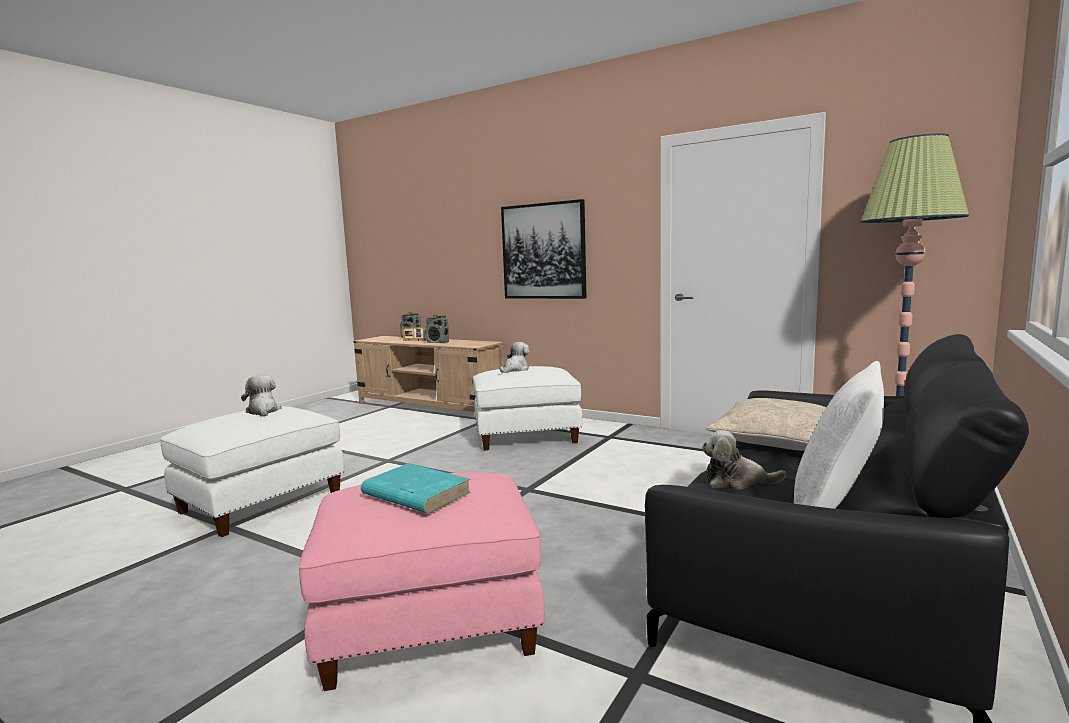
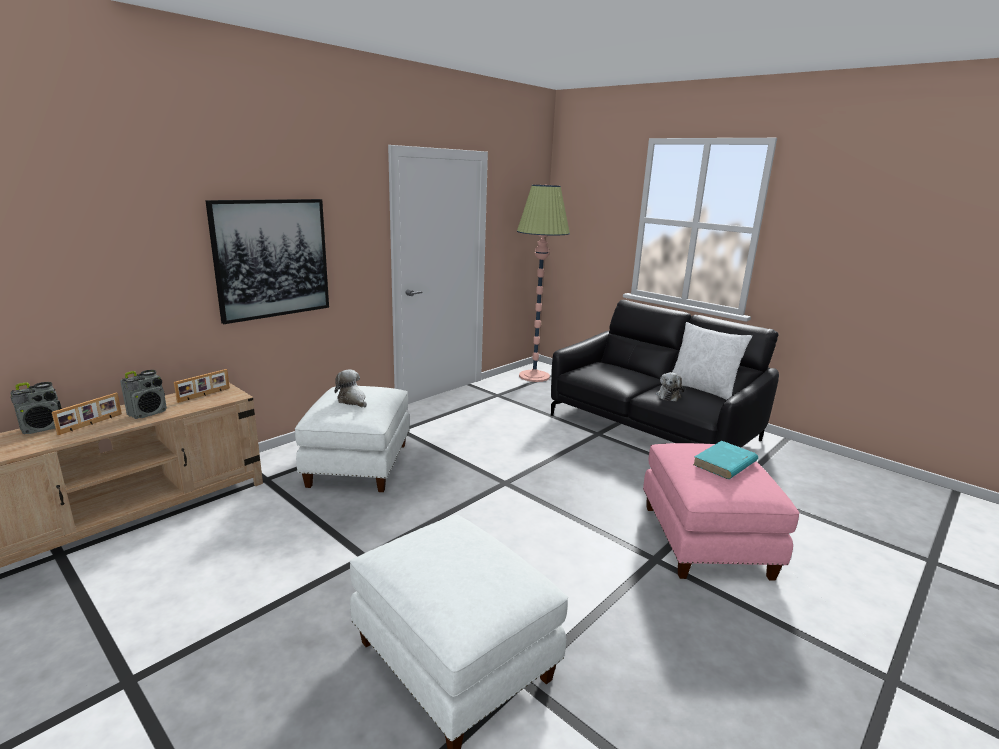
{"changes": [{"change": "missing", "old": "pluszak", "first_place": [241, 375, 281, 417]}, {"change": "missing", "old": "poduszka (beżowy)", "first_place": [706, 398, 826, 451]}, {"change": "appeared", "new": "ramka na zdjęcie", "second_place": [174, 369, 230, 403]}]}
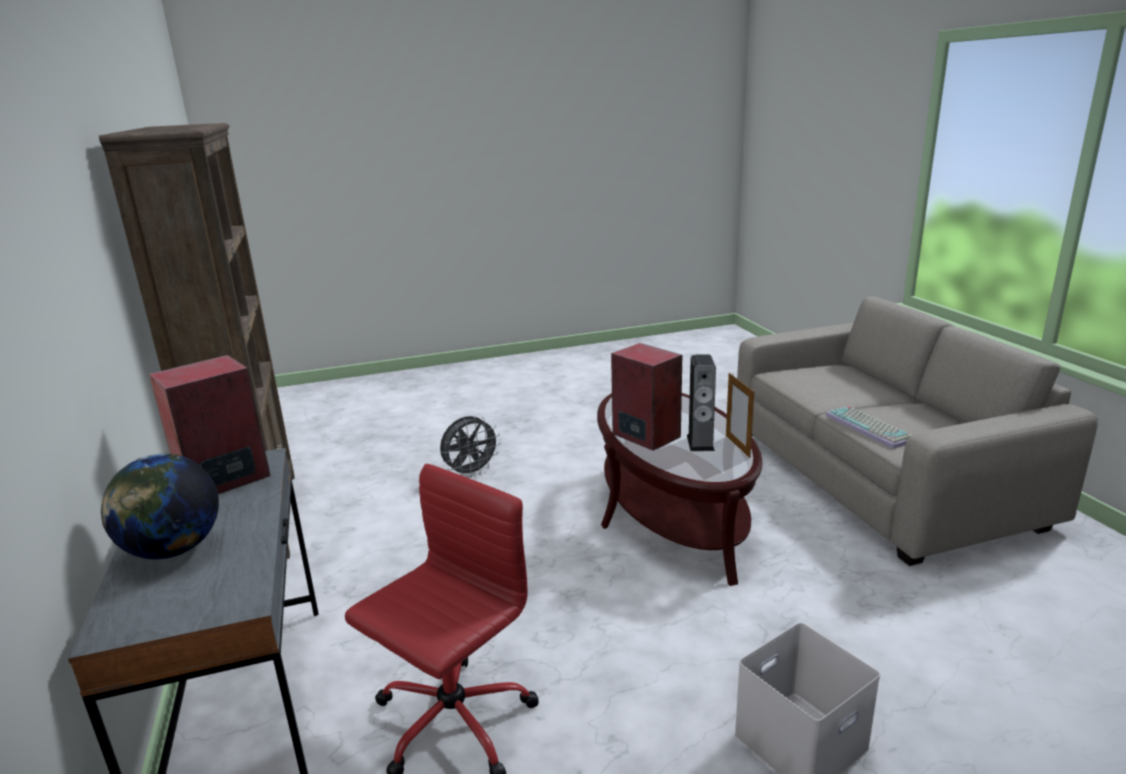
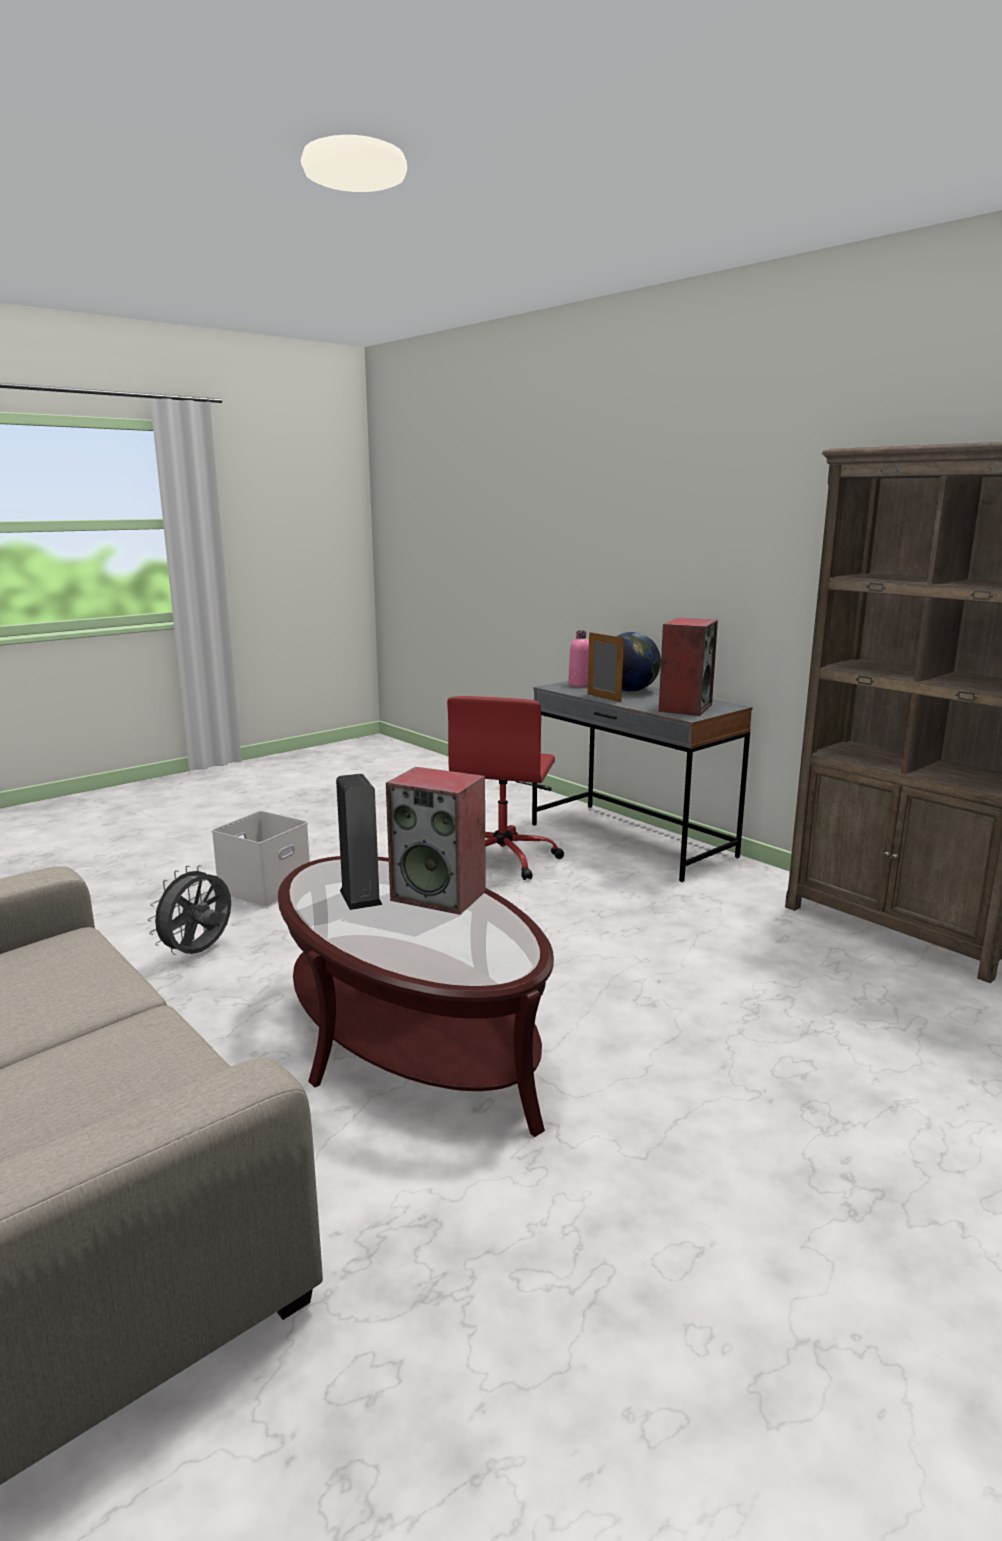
{"changes": [{"change": "missing", "old": "klawiatura", "first_place": [826, 406, 912, 449]}, {"change": "appeared", "new": "butelka (różowy)", "second_place": [568, 630, 589, 687]}, {"change": "relocated", "old": "wentylator (szary)", "first_place": [440, 416, 501, 478], "second_place": [148, 865, 231, 955]}, {"change": "relocated", "old": "ramka na zdjęcie", "first_place": [726, 373, 754, 458], "second_place": [588, 632, 624, 702]}]}
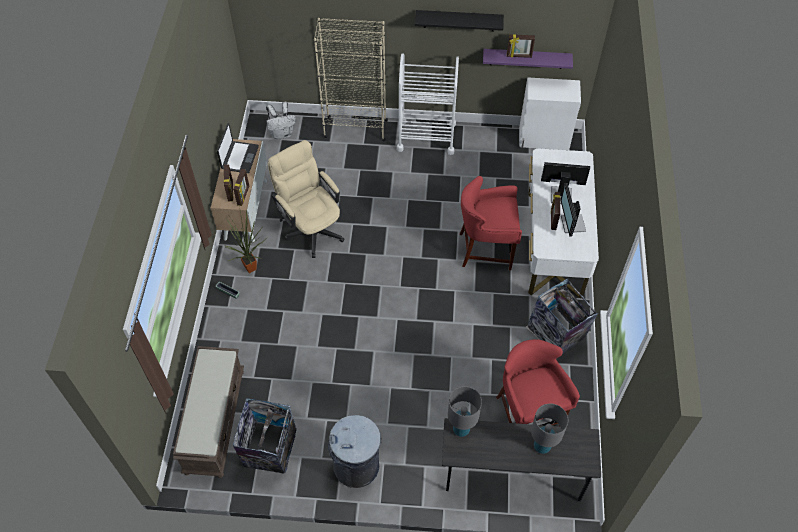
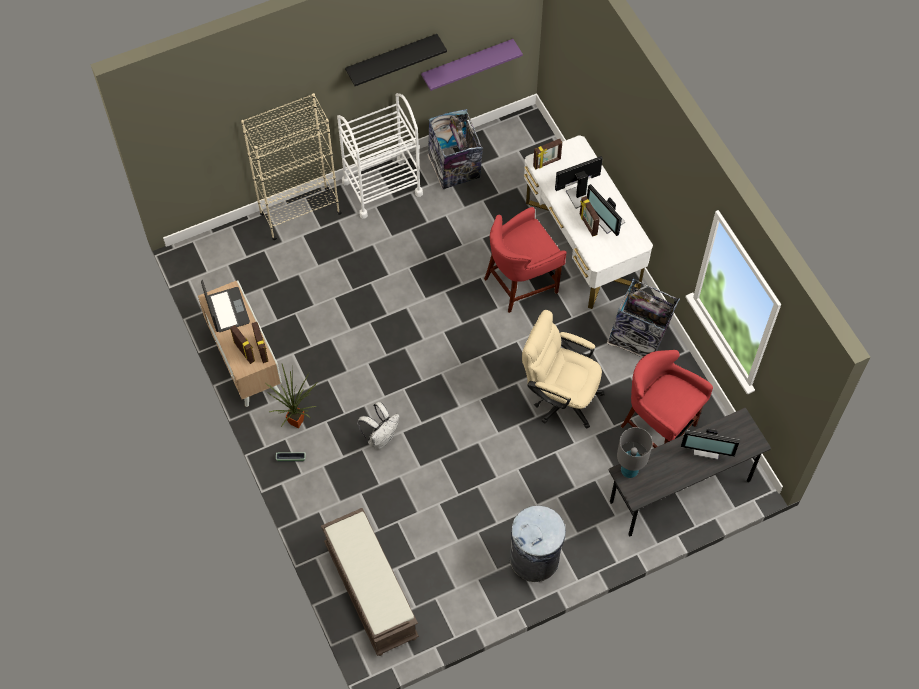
{"changes": [{"change": "missing", "old": "szafka (biały)", "first_place": [519, 77, 581, 150]}, {"change": "relocated", "old": "kosz na śmieci", "first_place": [233, 398, 297, 473], "second_place": [427, 109, 483, 189]}, {"change": "relocated", "old": "plecak (biały)", "first_place": [266, 102, 296, 140], "second_place": [357, 402, 400, 449]}, {"change": "relocated", "old": "krzesło biurowe (beżowy)", "first_place": [268, 140, 344, 258], "second_place": [522, 310, 605, 429]}, {"change": "relocated", "old": "ramka na zdjęcie", "first_place": [507, 34, 535, 58], "second_place": [533, 139, 562, 170]}, {"change": "exchanged", "old": "lampa stołowa (szary)", "new": "monitor", "first_place": [531, 404, 568, 454], "second_place": [681, 428, 740, 460]}]}
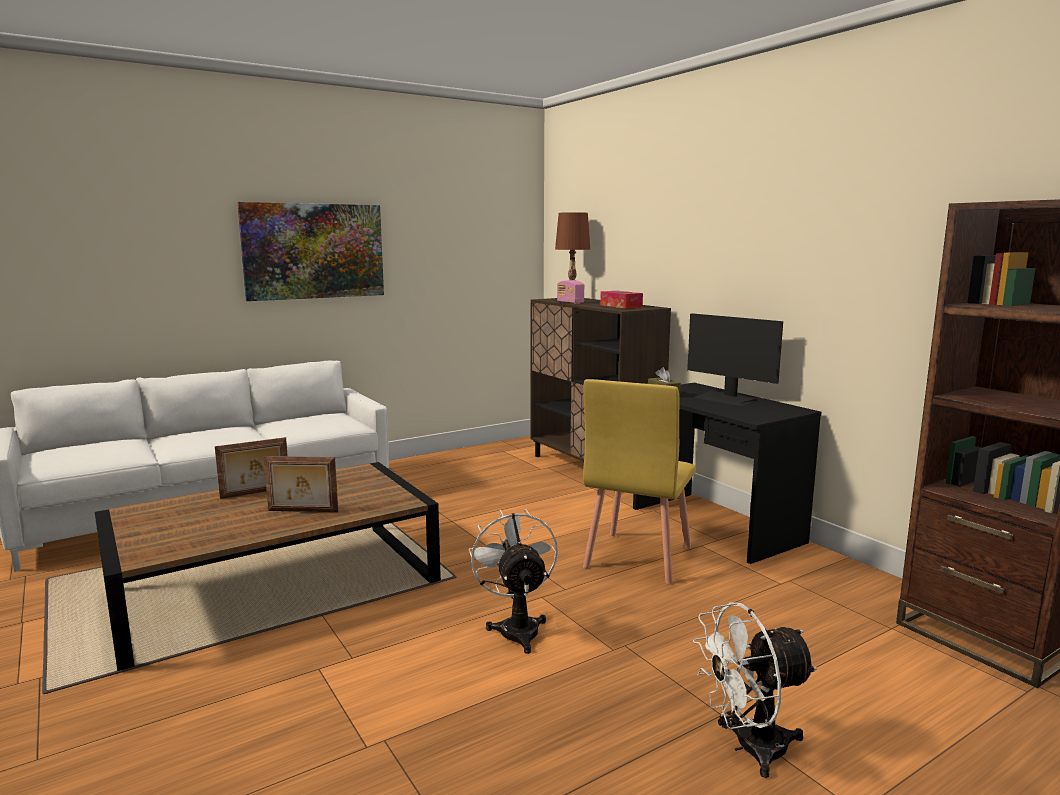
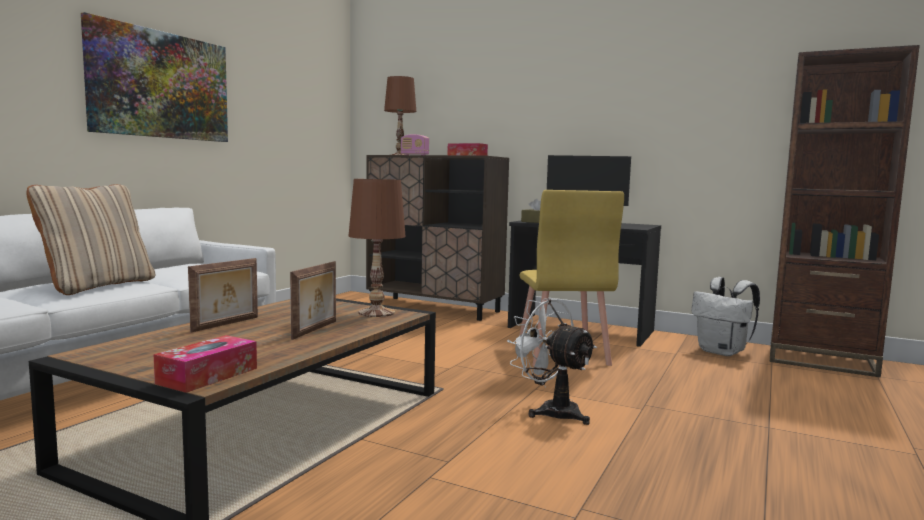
{"changes": [{"change": "missing", "old": "wentylator (biały)", "first_place": [693, 602, 817, 778]}, {"change": "appeared", "new": "poduszka (beżowy)", "second_place": [26, 184, 155, 295]}, {"change": "appeared", "new": "pudełko chusteczek", "second_place": [153, 335, 257, 393]}, {"change": "appeared", "new": "lampa stołowa (brązowy)", "second_place": [349, 179, 406, 317]}, {"change": "appeared", "new": "plecak (biały)", "second_place": [691, 277, 760, 356]}, {"change": "spun", "old": "ramka na zdjęcie", "first_place": [264, 456, 339, 512], "second_place": [290, 261, 336, 340], "degrees": -45}]}
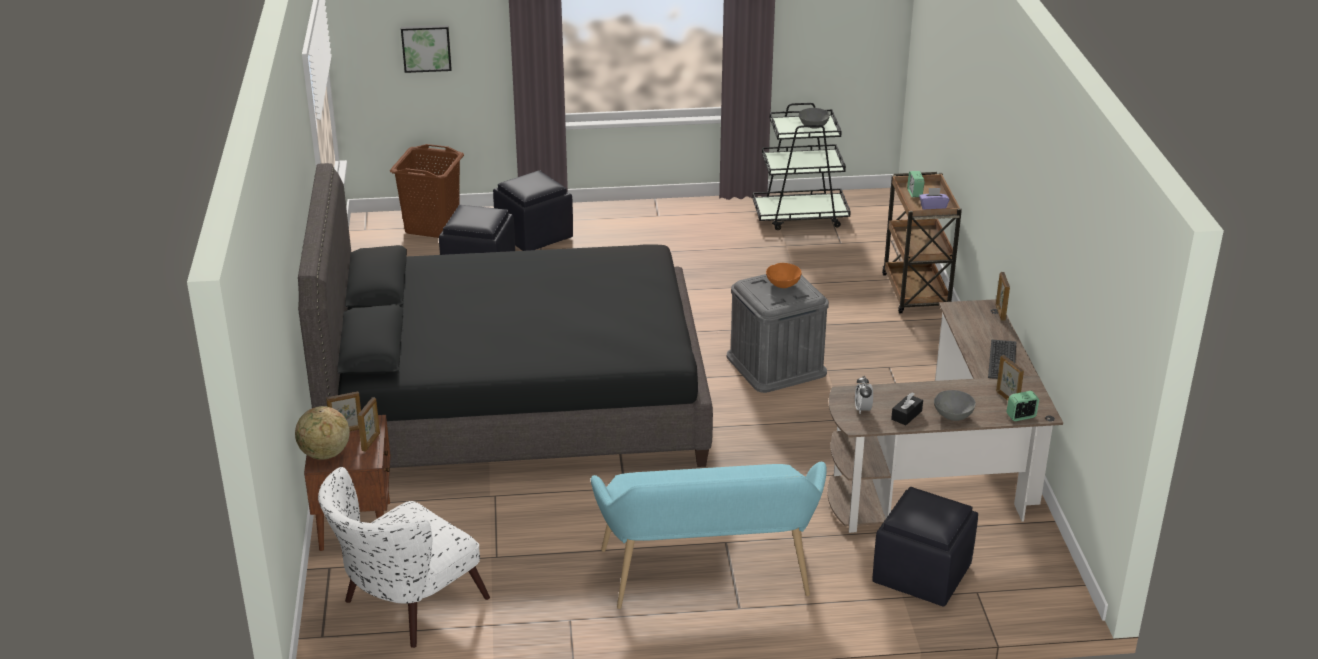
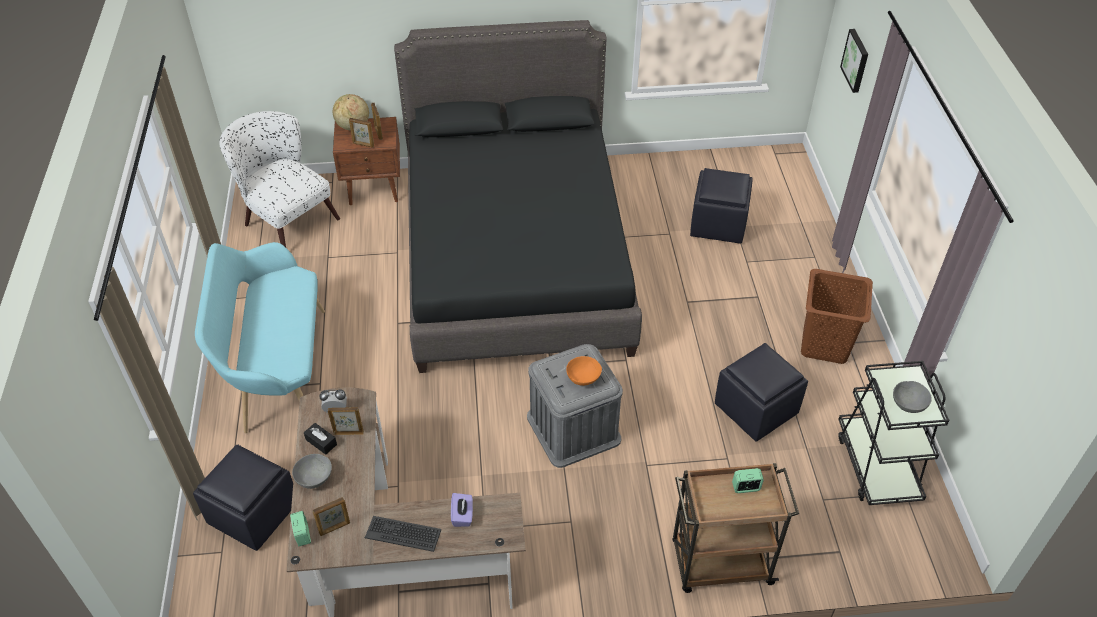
{"changes": [{"change": "relocated", "old": "kosz na pranie (brązowy)", "first_place": [390, 144, 464, 238], "second_place": [801, 269, 873, 364]}, {"change": "relocated", "old": "pufa (czarny)", "first_place": [493, 170, 573, 251], "second_place": [715, 343, 808, 442]}, {"change": "relocated", "old": "pudełko chusteczek (fioletowy)", "first_place": [919, 188, 949, 209], "second_place": [451, 493, 473, 527]}, {"change": "relocated", "old": "ramka na zdjęcie", "first_place": [996, 272, 1010, 321], "second_place": [328, 407, 364, 435]}]}
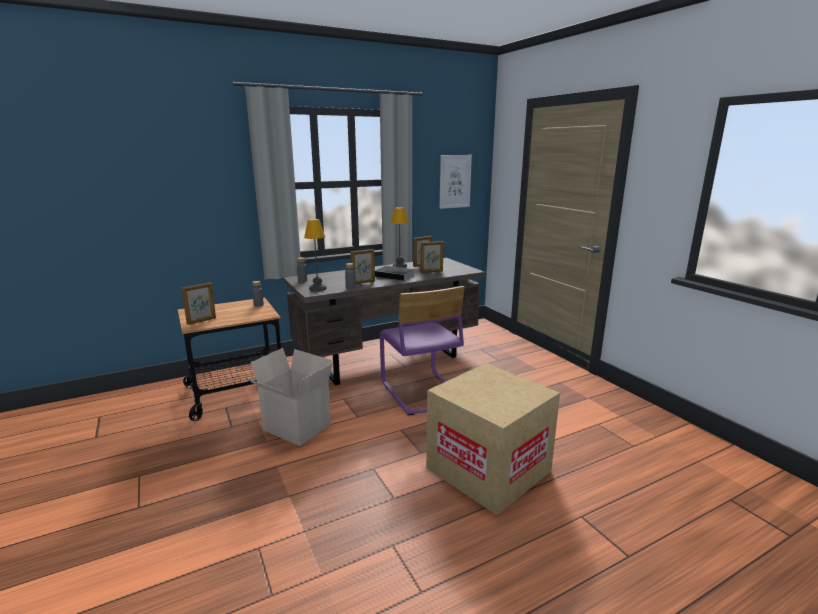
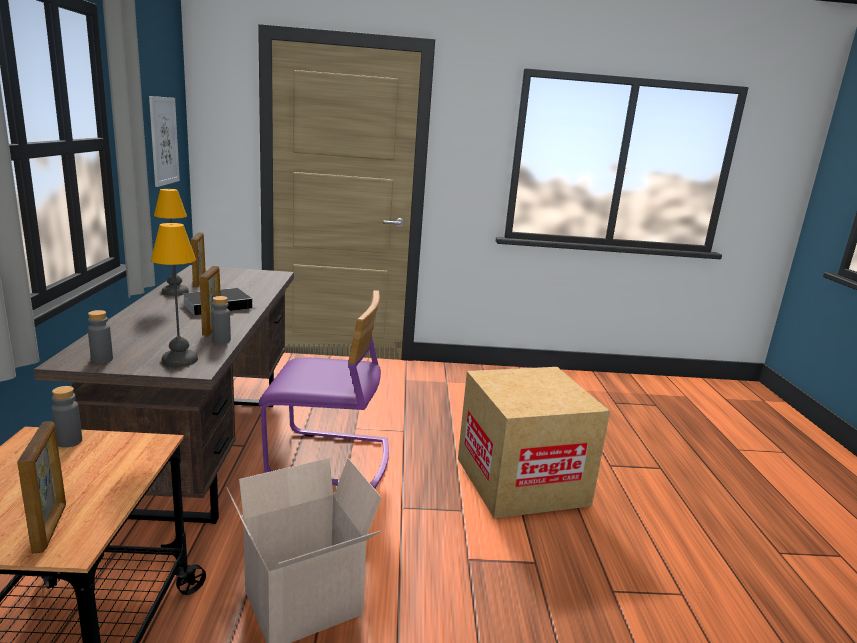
{"changes": [{"change": "missing", "old": "ramka na zdjęcie", "first_place": [420, 241, 444, 273]}]}
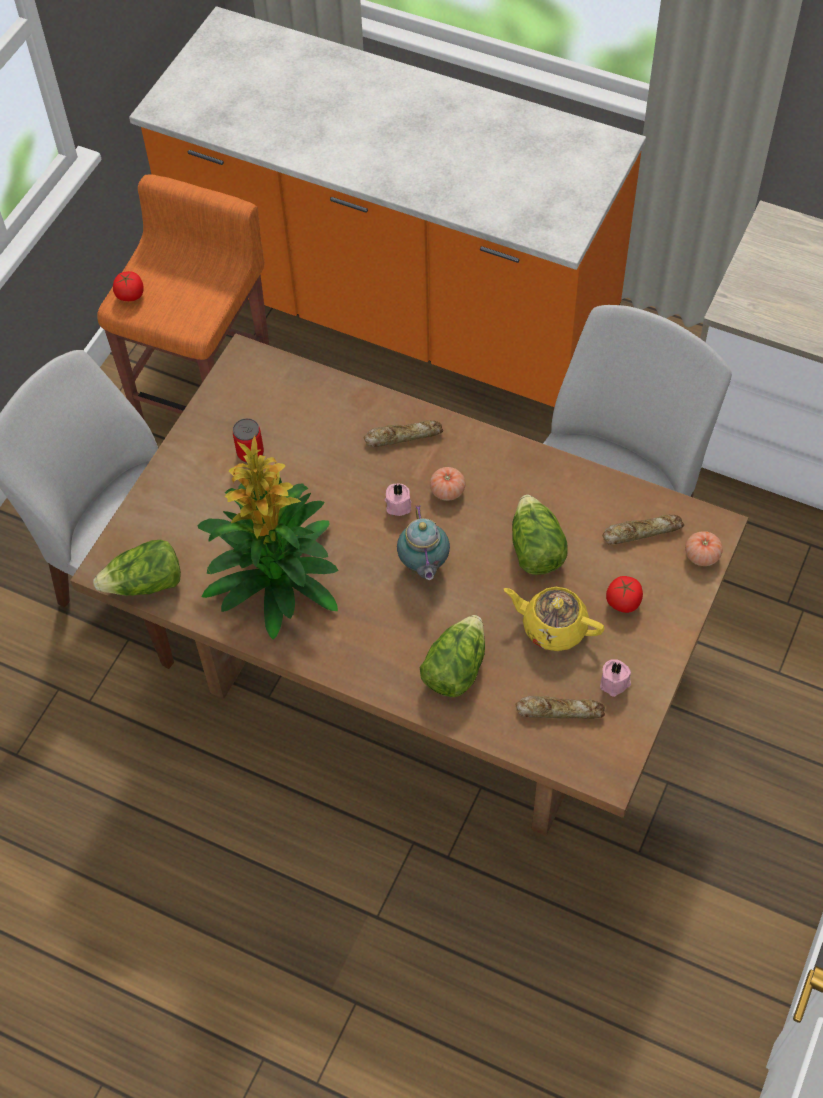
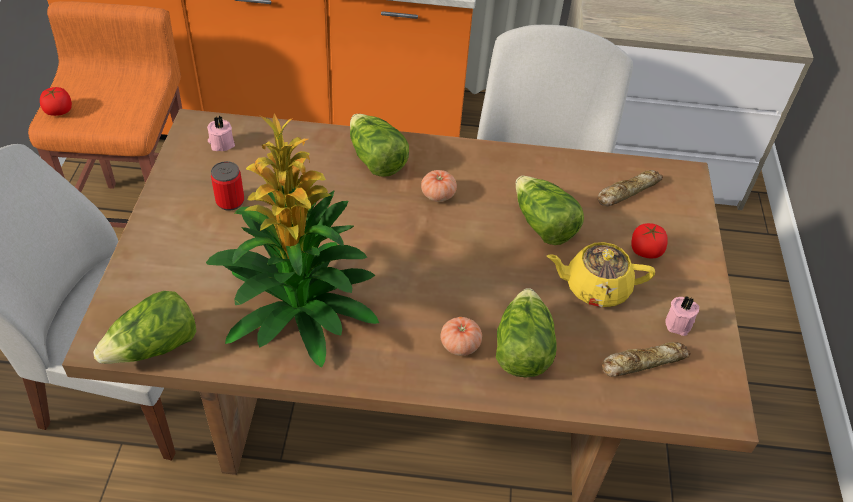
{"changes": [{"change": "missing", "old": "imbryk", "first_place": [397, 505, 450, 580]}, {"change": "relocated", "old": "świeca (różowy)", "first_place": [385, 483, 411, 516], "second_place": [207, 116, 235, 151]}, {"change": "relocated", "old": "pomidor", "first_place": [685, 531, 723, 566], "second_place": [441, 317, 482, 356]}, {"change": "exchanged", "old": "chleb", "new": "sałata", "first_place": [363, 420, 443, 447], "second_place": [350, 114, 409, 177]}]}
